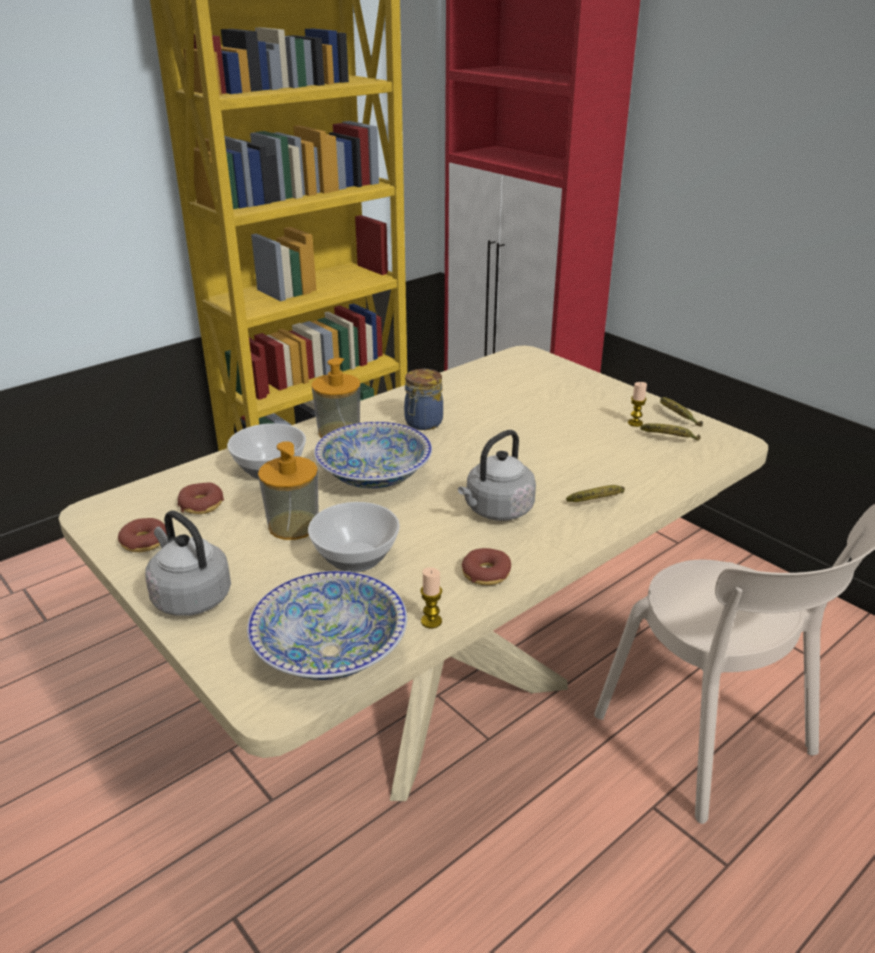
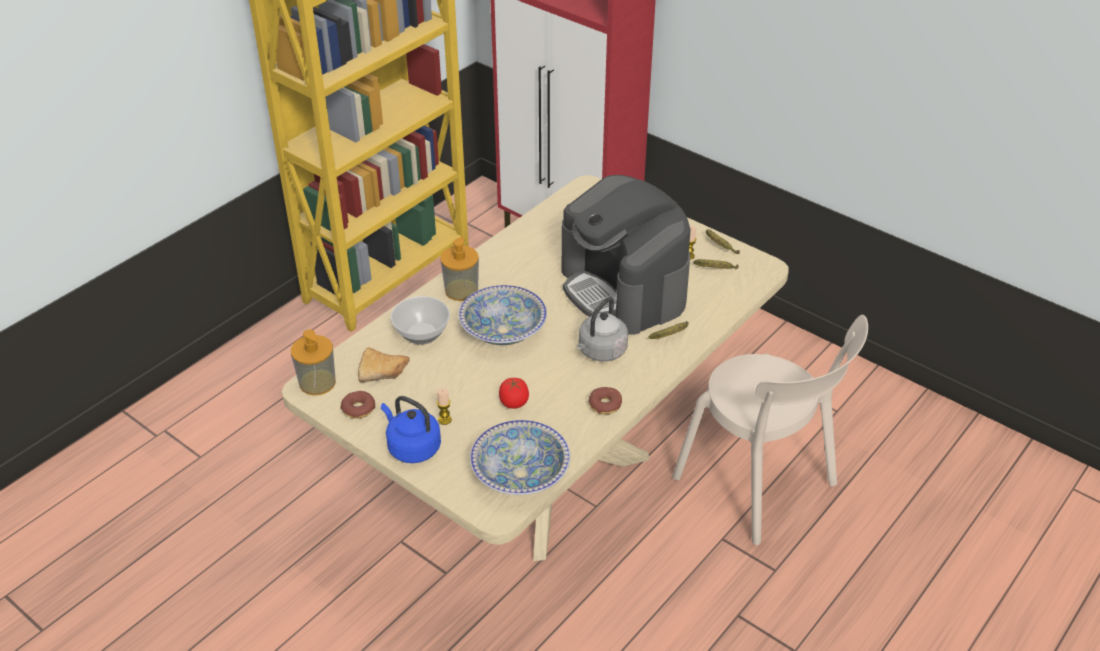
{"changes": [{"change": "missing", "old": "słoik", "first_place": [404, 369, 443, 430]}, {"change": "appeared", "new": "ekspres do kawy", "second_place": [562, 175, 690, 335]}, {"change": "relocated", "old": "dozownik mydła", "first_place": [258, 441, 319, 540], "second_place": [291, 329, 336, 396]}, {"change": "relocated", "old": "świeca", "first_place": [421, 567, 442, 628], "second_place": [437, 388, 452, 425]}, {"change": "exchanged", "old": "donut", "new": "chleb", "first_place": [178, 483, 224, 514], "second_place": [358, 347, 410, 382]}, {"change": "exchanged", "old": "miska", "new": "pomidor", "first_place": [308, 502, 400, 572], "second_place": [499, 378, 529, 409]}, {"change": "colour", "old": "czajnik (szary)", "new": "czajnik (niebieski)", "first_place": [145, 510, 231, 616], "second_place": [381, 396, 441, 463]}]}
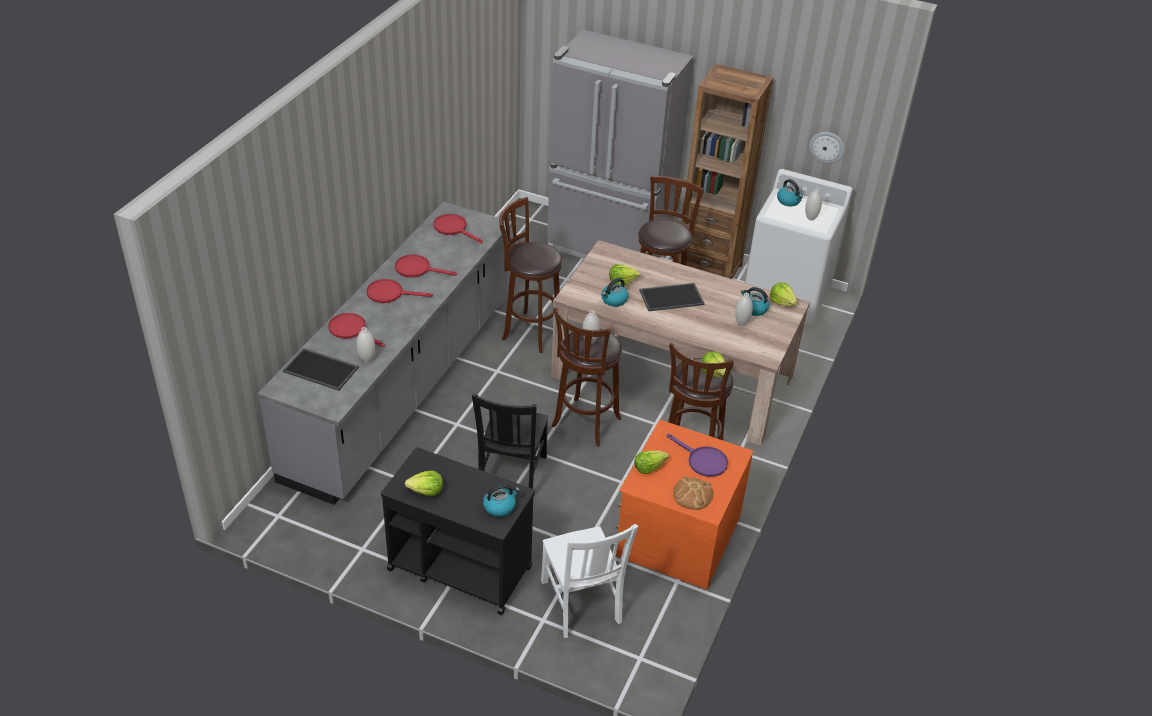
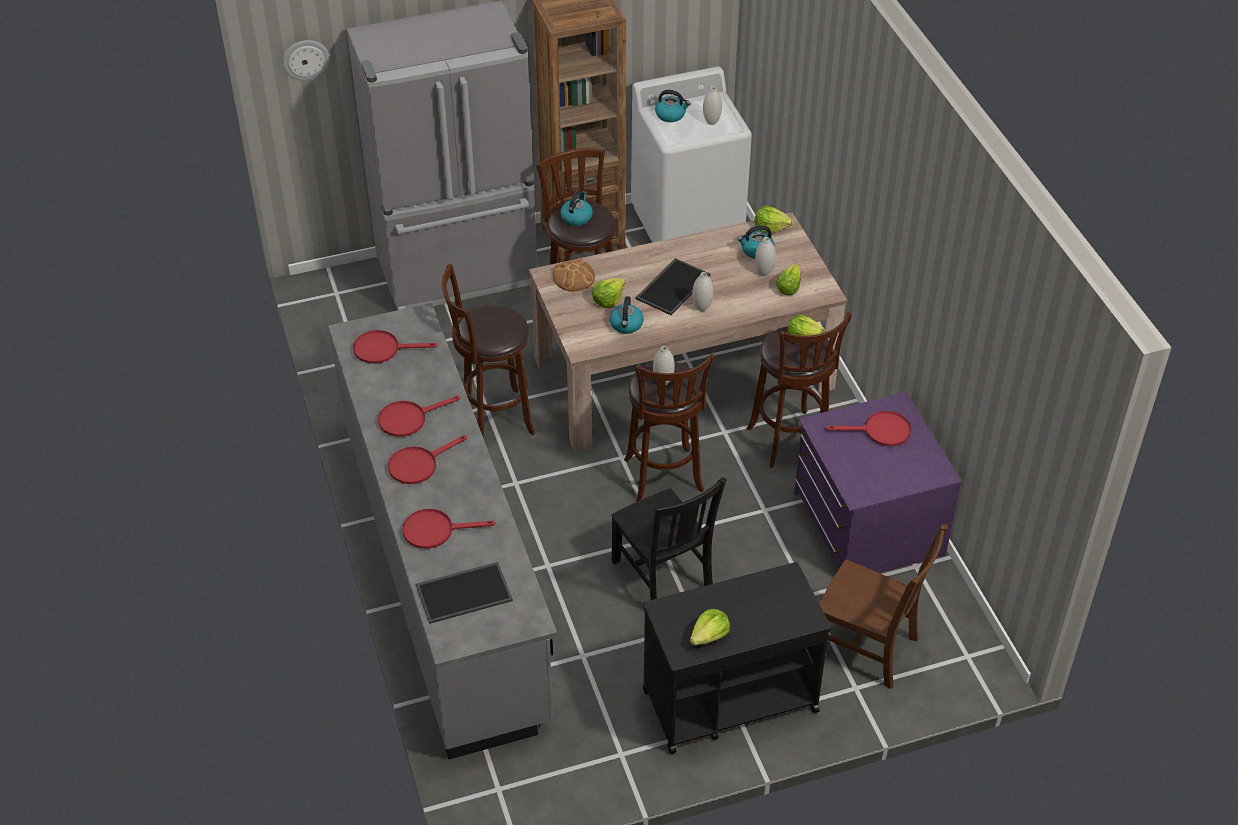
{"changes": [{"change": "relocated", "old": "wazon (biały)", "first_place": [357, 327, 375, 362], "second_place": [692, 272, 713, 311]}, {"change": "relocated", "old": "czajnik", "first_place": [483, 484, 520, 517], "second_place": [560, 191, 593, 226]}, {"change": "relocated", "old": "sałata", "first_place": [634, 451, 669, 474], "second_place": [776, 264, 801, 295]}, {"change": "relocated", "old": "chleb", "first_place": [673, 476, 713, 510], "second_place": [552, 258, 595, 292]}, {"change": "relocated", "old": "zegar ścienny", "first_place": [809, 132, 845, 164], "second_place": [283, 40, 330, 81]}, {"change": "colour", "old": "krzesło (biały)", "new": "krzesło (brązowy)", "first_place": [541, 524, 638, 638], "second_place": [819, 525, 948, 689]}, {"change": "colour", "old": "komoda (pomarańczowy)", "new": "komoda (fioletowy)", "first_place": [616, 420, 753, 590], "second_place": [794, 392, 962, 573]}, {"change": "colour", "old": "patelnia (fioletowy)", "new": "patelnia (czerwony)", "first_place": [667, 434, 728, 477], "second_place": [826, 411, 911, 446]}]}
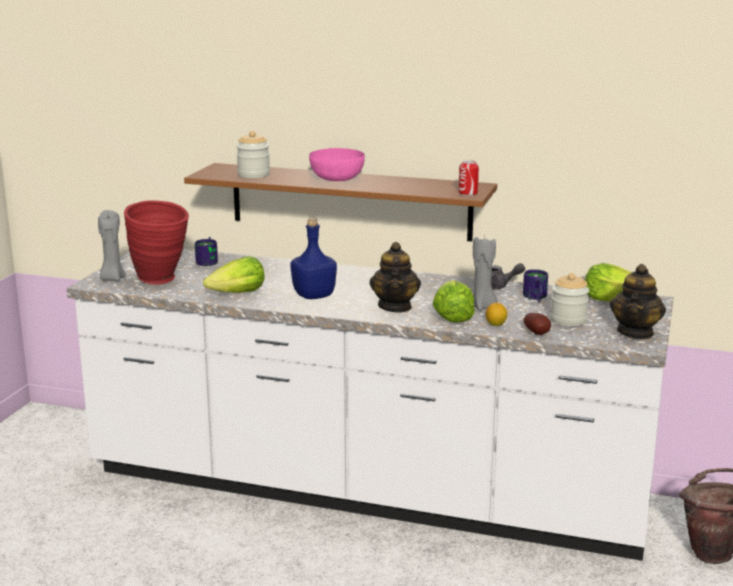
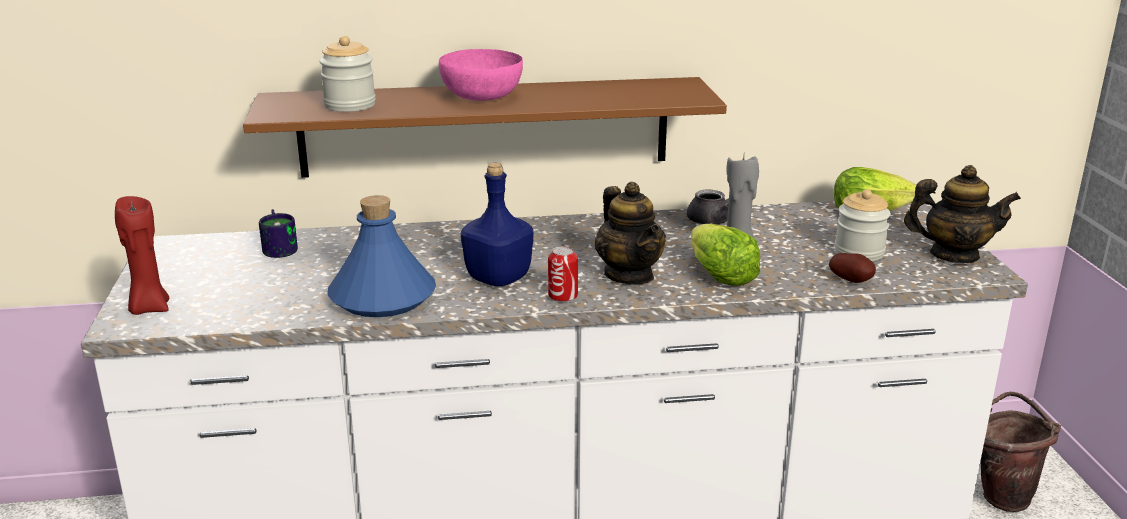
{"changes": [{"change": "missing", "old": "wazon (czerwony)", "first_place": [124, 200, 189, 285]}, {"change": "missing", "old": "cytryna", "first_place": [486, 303, 507, 326]}, {"change": "missing", "old": "kubek", "first_place": [523, 269, 548, 303]}, {"change": "relocated", "old": "puszka", "first_place": [459, 160, 479, 196], "second_place": [548, 247, 578, 302]}, {"change": "exchanged", "old": "sałata", "new": "butelka (niebieski)", "first_place": [203, 256, 265, 293], "second_place": [328, 195, 436, 317]}, {"change": "colour", "old": "świeca (szary)", "new": "świeca (czerwony)", "first_place": [98, 210, 126, 281], "second_place": [115, 196, 169, 315]}, {"change": "spun", "old": "imbryk", "first_place": [610, 264, 666, 339], "second_place": [904, 165, 1021, 263], "degrees": -75}]}
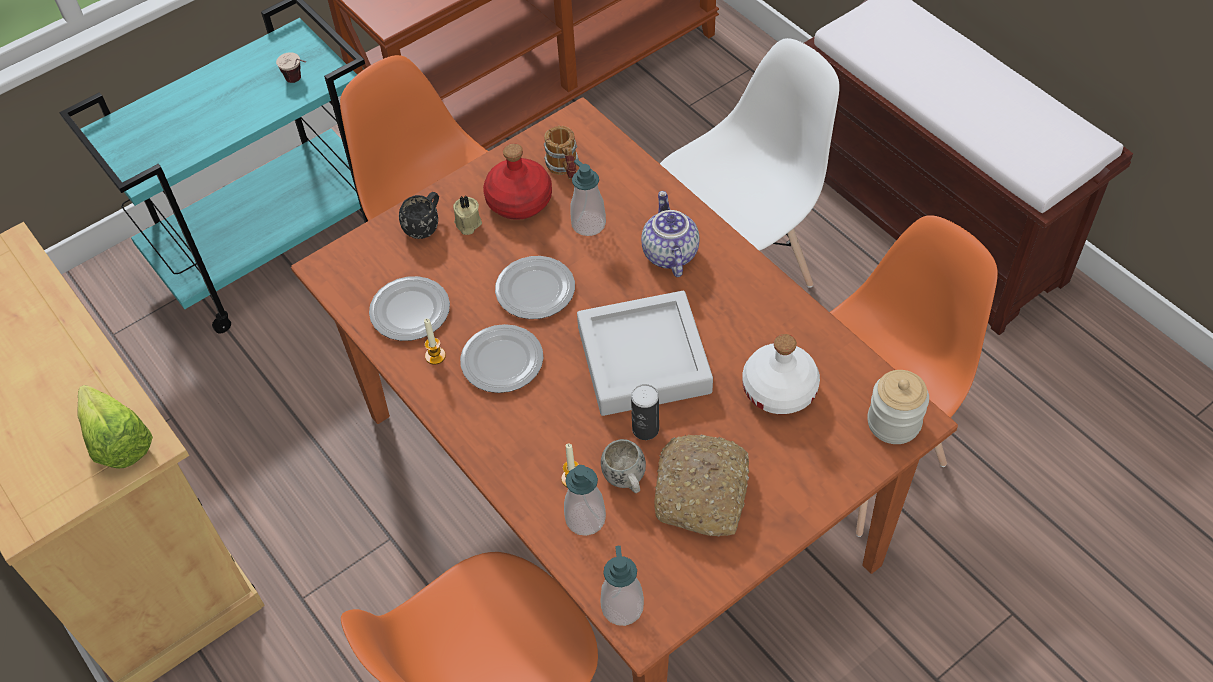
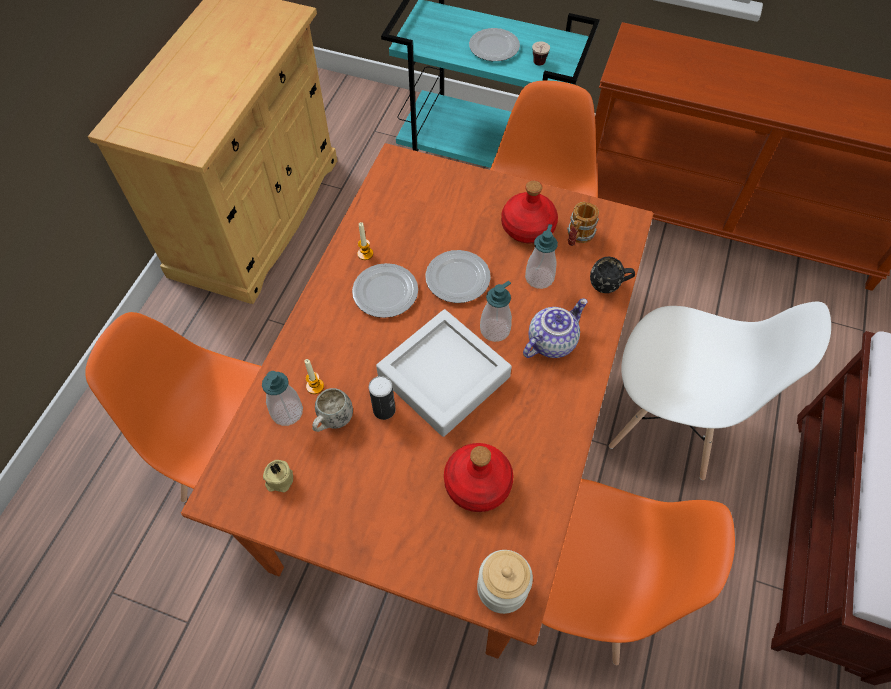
{"changes": [{"change": "missing", "old": "sałata", "first_place": [77, 385, 153, 469]}, {"change": "missing", "old": "chleb", "first_place": [655, 435, 749, 537]}, {"change": "relocated", "old": "talerz", "first_place": [369, 276, 450, 341], "second_place": [469, 28, 520, 61]}, {"change": "relocated", "old": "kubek (czarny)", "first_place": [399, 192, 439, 239], "second_place": [590, 257, 635, 293]}, {"change": "relocated", "old": "świeca (beżowy)", "first_place": [453, 196, 482, 235], "second_place": [263, 460, 293, 493]}, {"change": "relocated", "old": "dozownik mydła", "first_place": [600, 546, 644, 626], "second_place": [480, 281, 512, 342]}, {"change": "colour", "old": "butelka (biały)", "new": "butelka (czerwony)", "first_place": [743, 334, 820, 414], "second_place": [444, 443, 513, 512]}]}
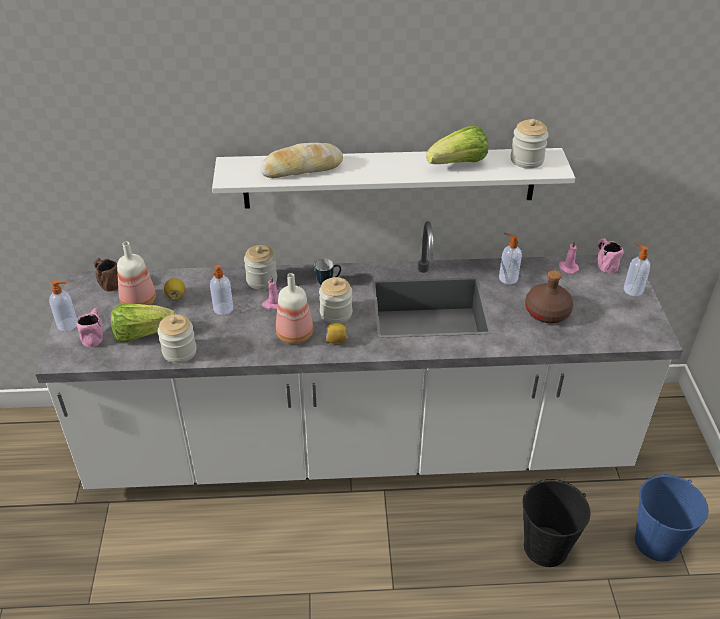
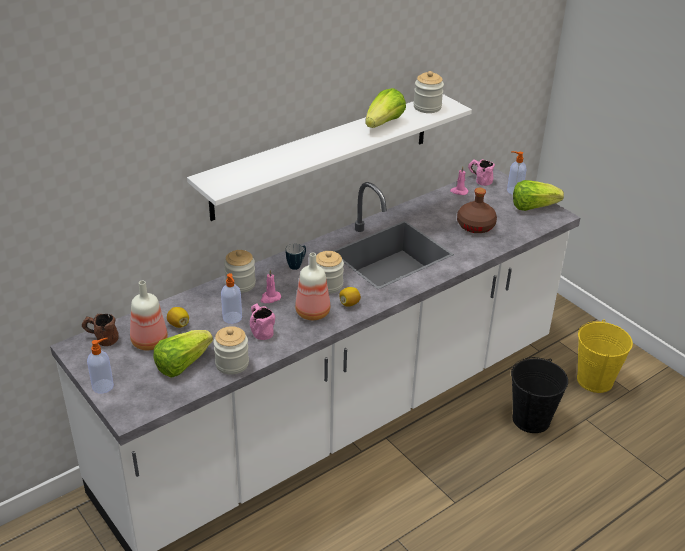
{"changes": [{"change": "missing", "old": "chleb", "first_place": [260, 143, 343, 178]}, {"change": "missing", "old": "dozownik mydła", "first_place": [499, 233, 522, 284]}, {"change": "appeared", "new": "sałata", "second_place": [513, 180, 564, 211]}, {"change": "relocated", "old": "kubek (różowy)", "first_place": [76, 308, 103, 347], "second_place": [250, 303, 275, 340]}, {"change": "colour", "old": "wiadro (niebieski)", "new": "wiadro (żółty)", "first_place": [635, 474, 708, 562], "second_place": [577, 320, 633, 393]}]}
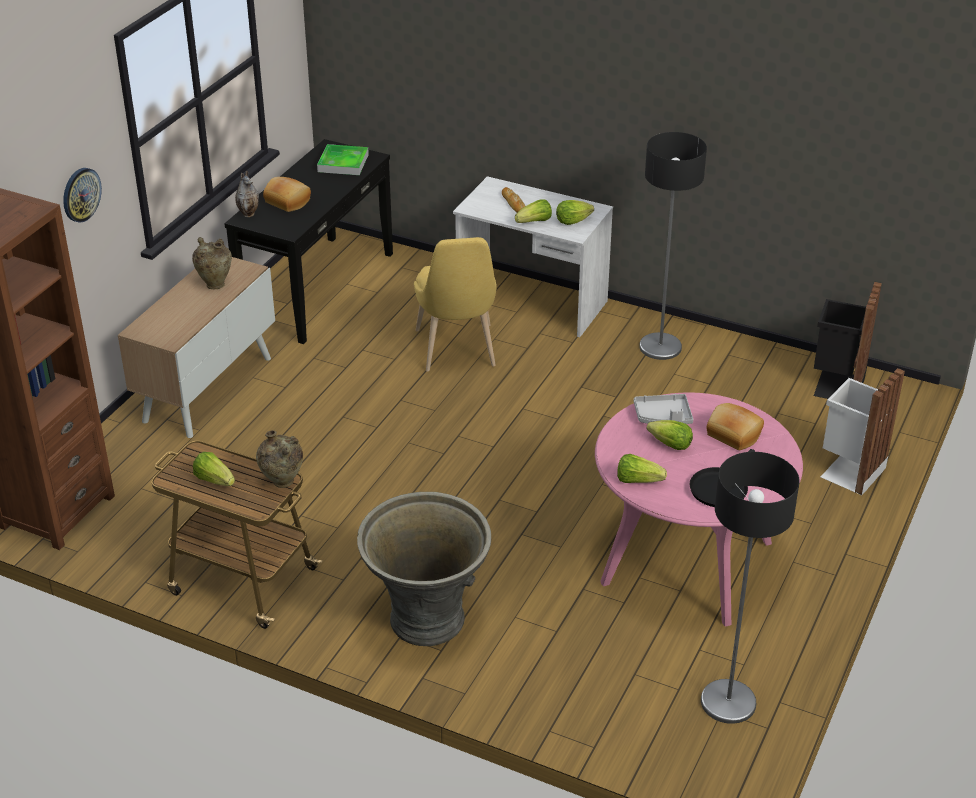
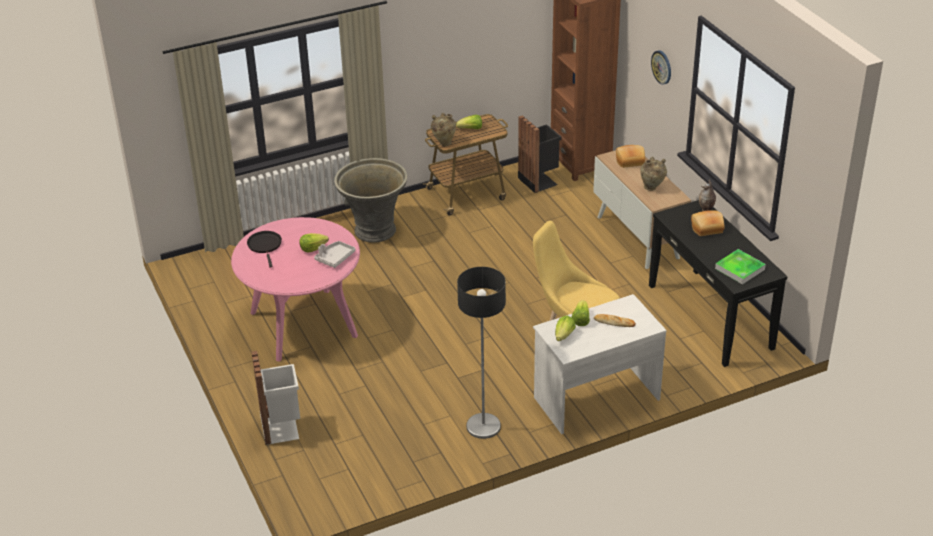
{"changes": [{"change": "missing", "old": "sałata", "first_place": [617, 454, 667, 483]}, {"change": "missing", "old": "lampa stojąca", "first_place": [701, 452, 800, 724]}, {"change": "relocated", "old": "chleb", "first_place": [706, 403, 764, 450], "second_place": [616, 145, 645, 168]}, {"change": "relocated", "old": "kosz na śmieci (czarny)", "first_place": [814, 282, 882, 399], "second_place": [518, 115, 562, 193]}]}
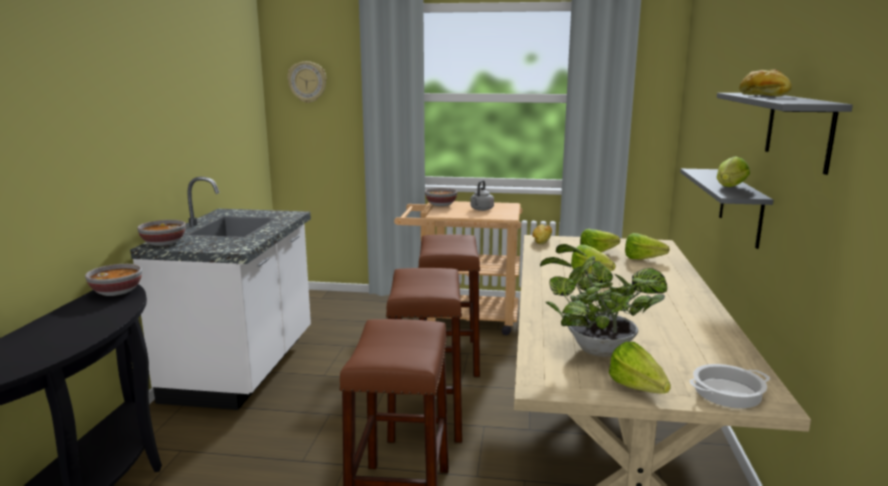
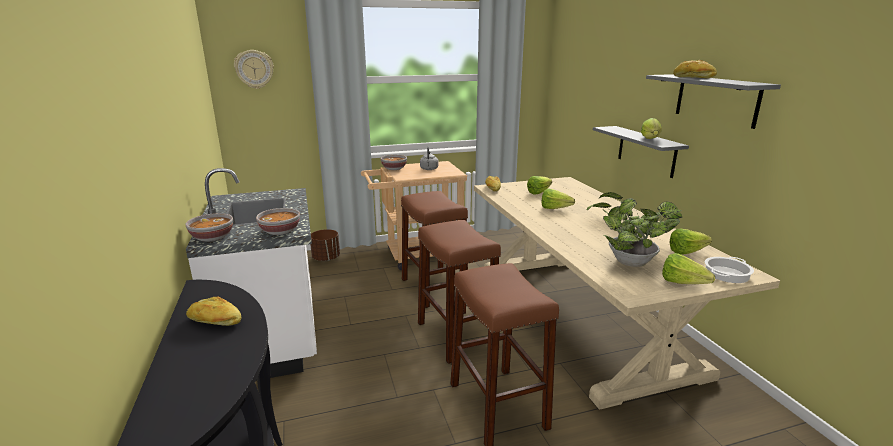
{"changes": [{"change": "appeared", "new": "chleb", "second_place": [186, 297, 242, 326]}, {"change": "appeared", "new": "donica (brązowy)", "second_place": [310, 229, 340, 261]}, {"change": "relocated", "old": "miska", "first_place": [85, 264, 142, 296], "second_place": [256, 208, 300, 235]}, {"change": "relocated", "old": "sałata", "first_place": [625, 233, 670, 260], "second_place": [670, 229, 712, 254]}]}
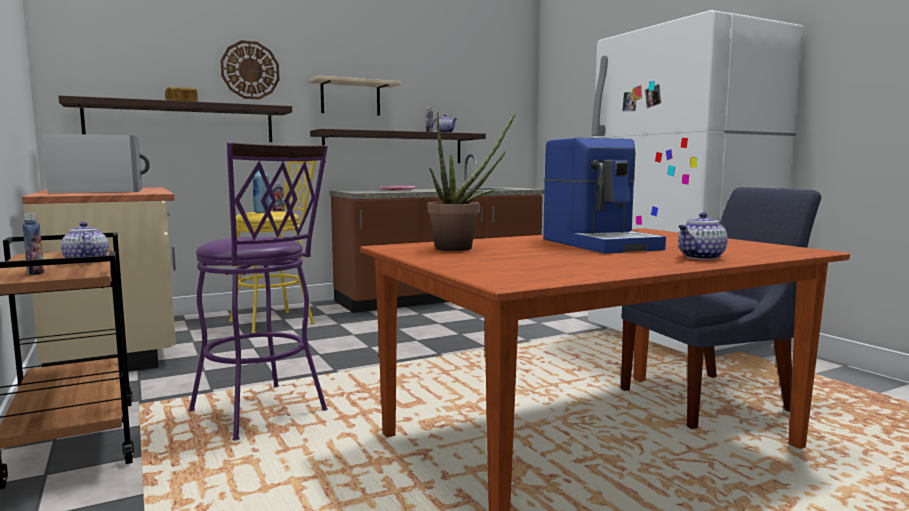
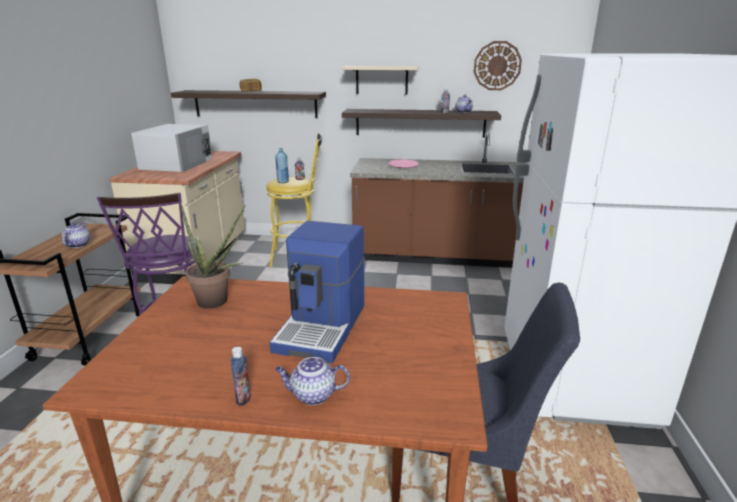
{"changes": [{"change": "relocated", "old": "butelka", "first_place": [22, 214, 44, 275], "second_place": [230, 347, 251, 406]}, {"change": "relocated", "old": "zegar ścienny", "first_place": [220, 40, 280, 99], "second_place": [474, 41, 522, 90]}]}
